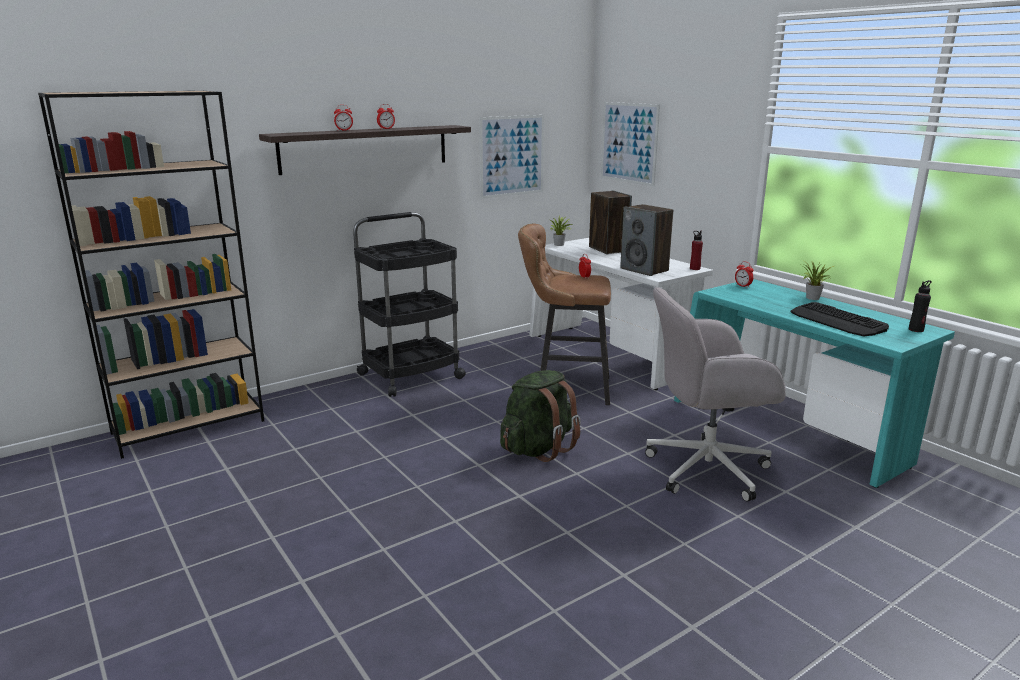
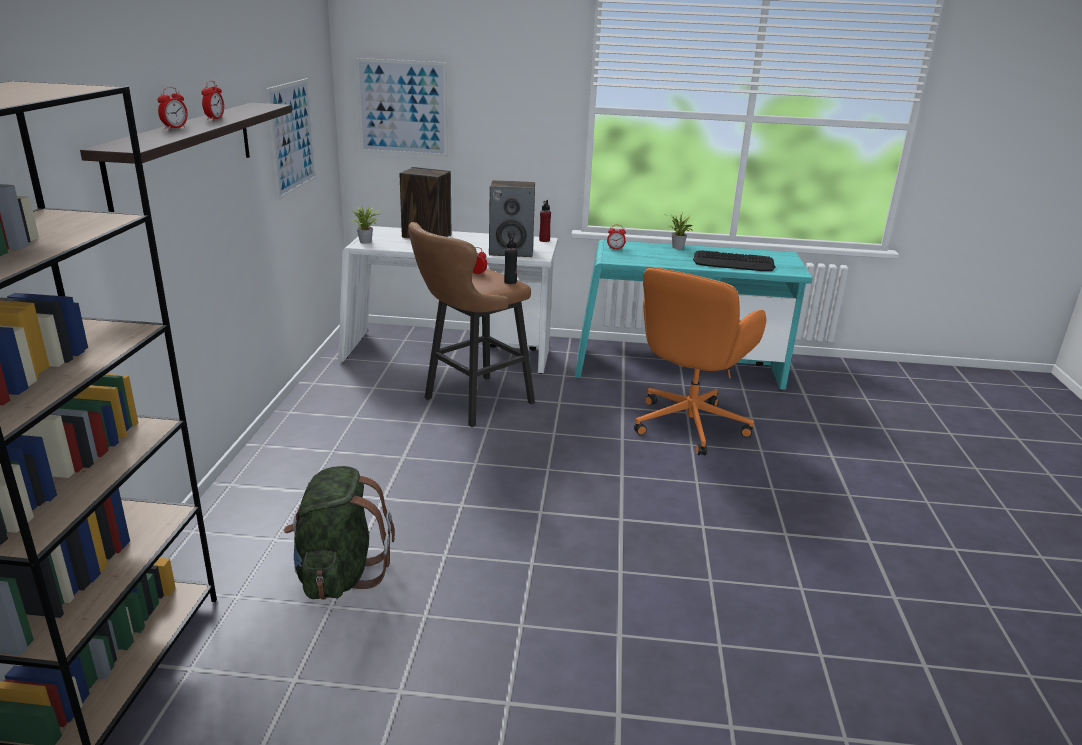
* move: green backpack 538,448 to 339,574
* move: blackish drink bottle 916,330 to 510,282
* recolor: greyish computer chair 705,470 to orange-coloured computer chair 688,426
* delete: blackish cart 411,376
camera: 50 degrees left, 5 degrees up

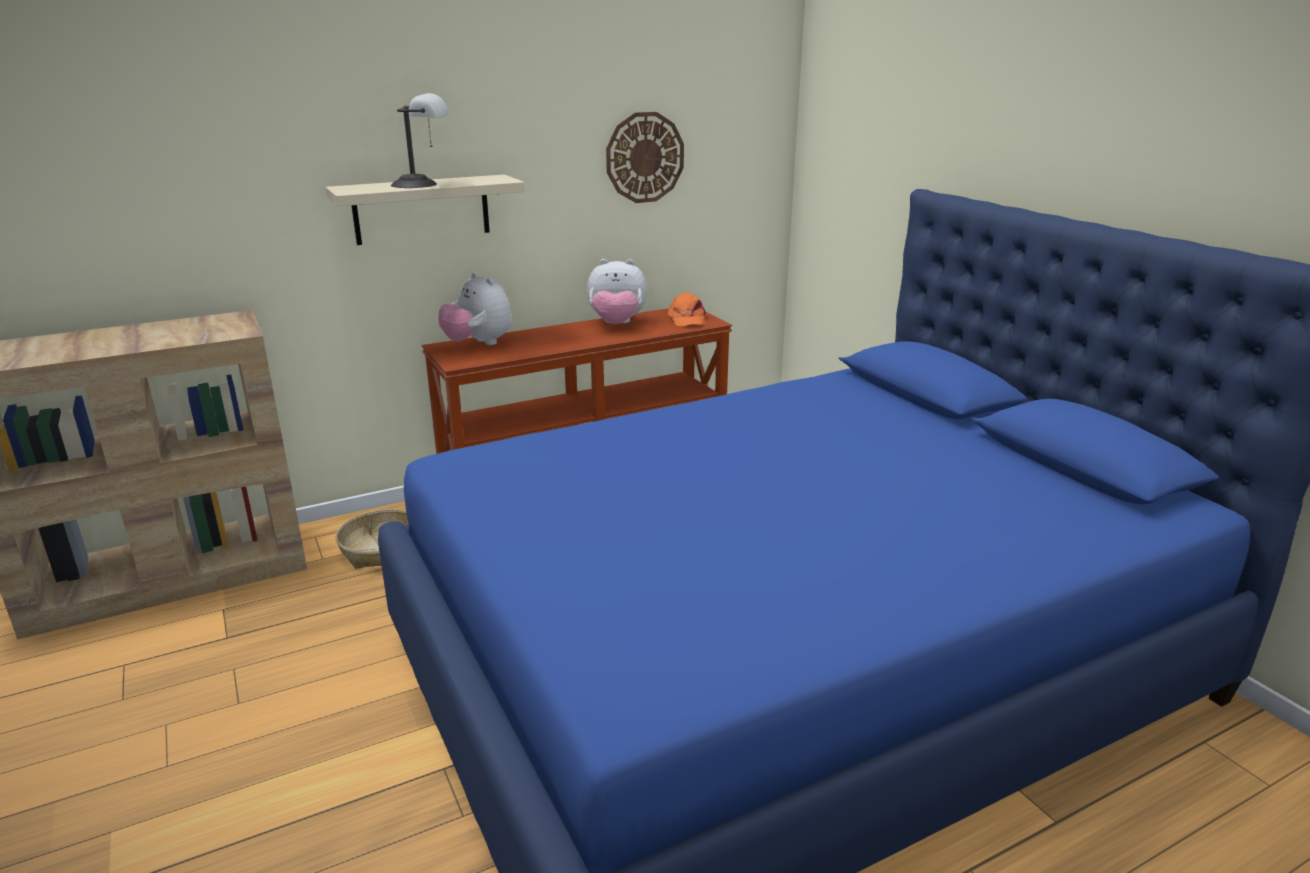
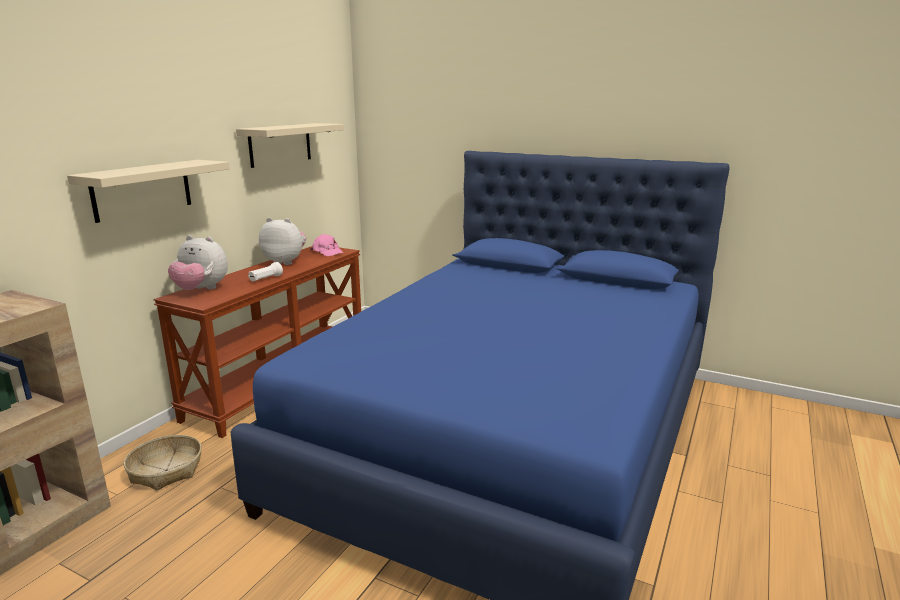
* replace: hanging clock 645,157 to sand-coloured wall shelf 280,144
* insert: white hand torch 265,279
* rotate: plush toy 616,324 = 285,262 135 degrees counterclockwise
* recolor: orange-coloured cap 686,319 to pink cap 327,252
* delete: tabletop lamp 424,184
camera: 35 degrees left, 5 degrees down

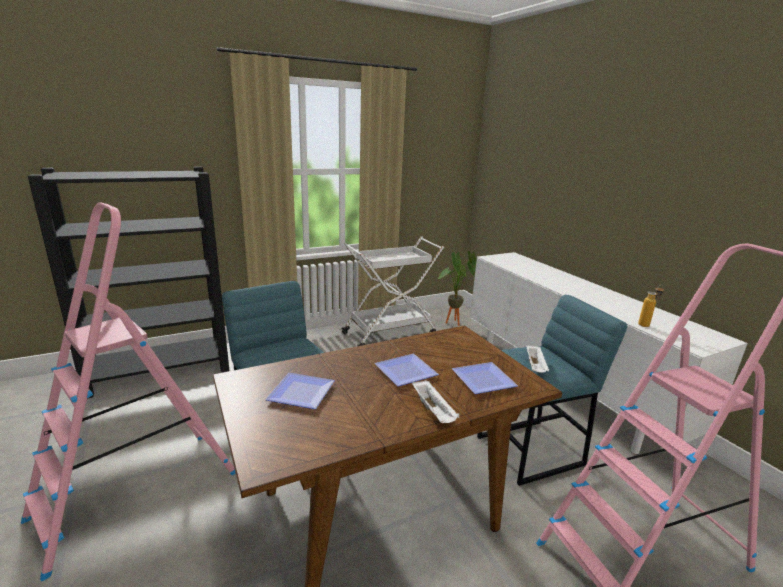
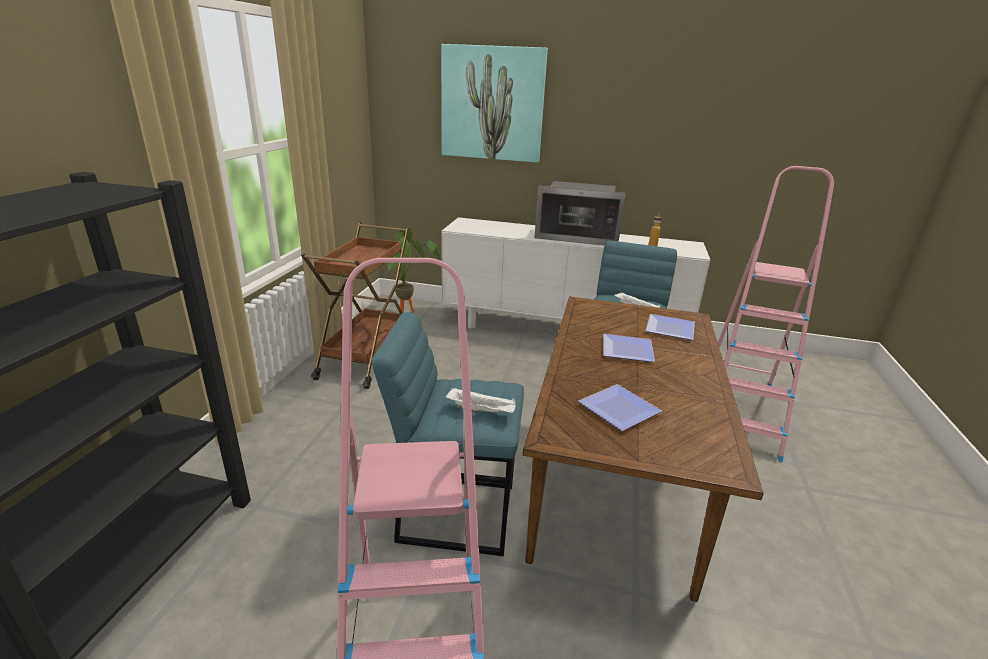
* recolor: white cart 389,335 to brown cart 367,357
* insert: wall picture 492,104
* move: white carrying tray 434,411 to 482,411
* insert: microwave 577,236
camera: 50 degrees left, 5 degrees up

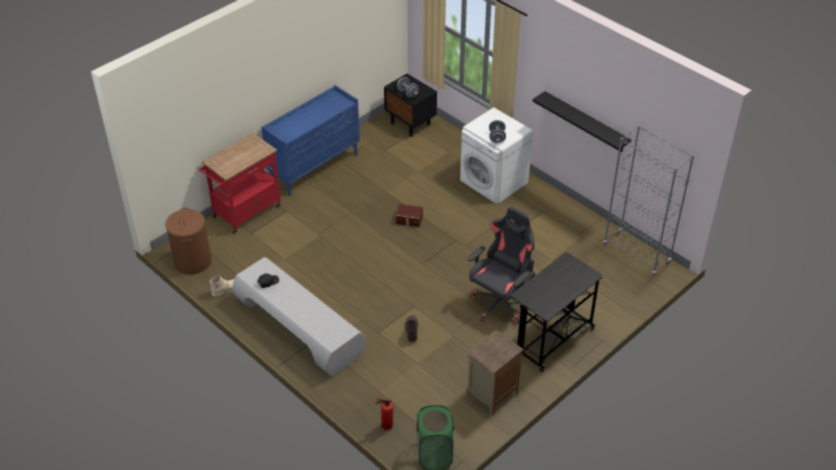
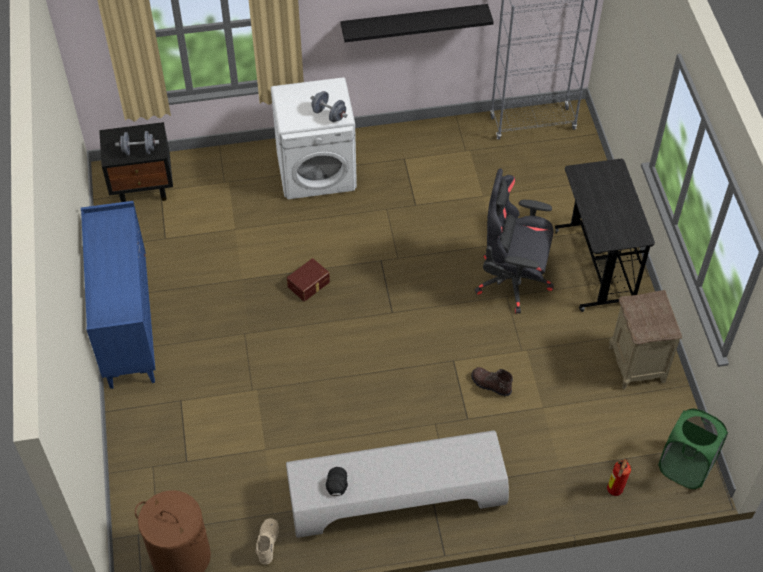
* rotate: blackish computer chair 499,305 = 513,281 60 degrees counterclockwise
* delete: red-coloured cart 245,212
camera: 55 degrees left, 10 degrees up

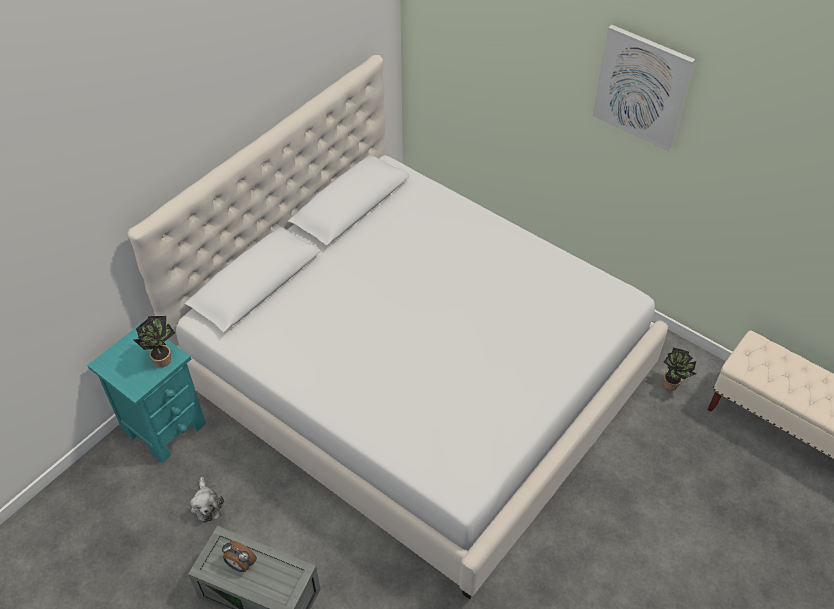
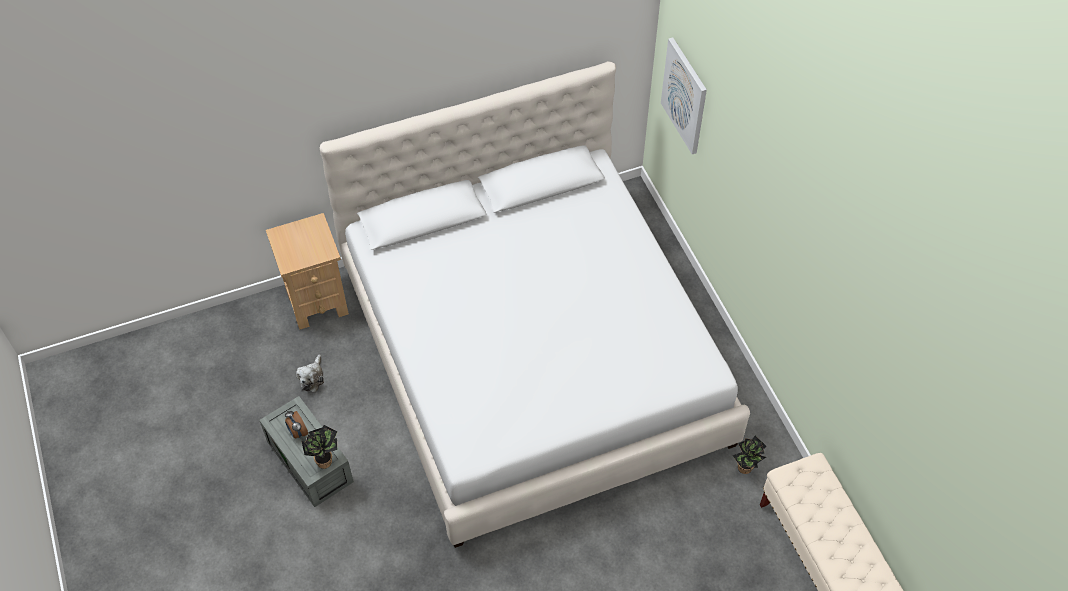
* recolor: turquoise-coloured nightstand 166,427 to sand-coloured nightstand 318,303
* move: houseplant 162,358 to 325,459
* move: wall picture 642,87 to 685,95
camera: 30 degrees right, 5 degrees up

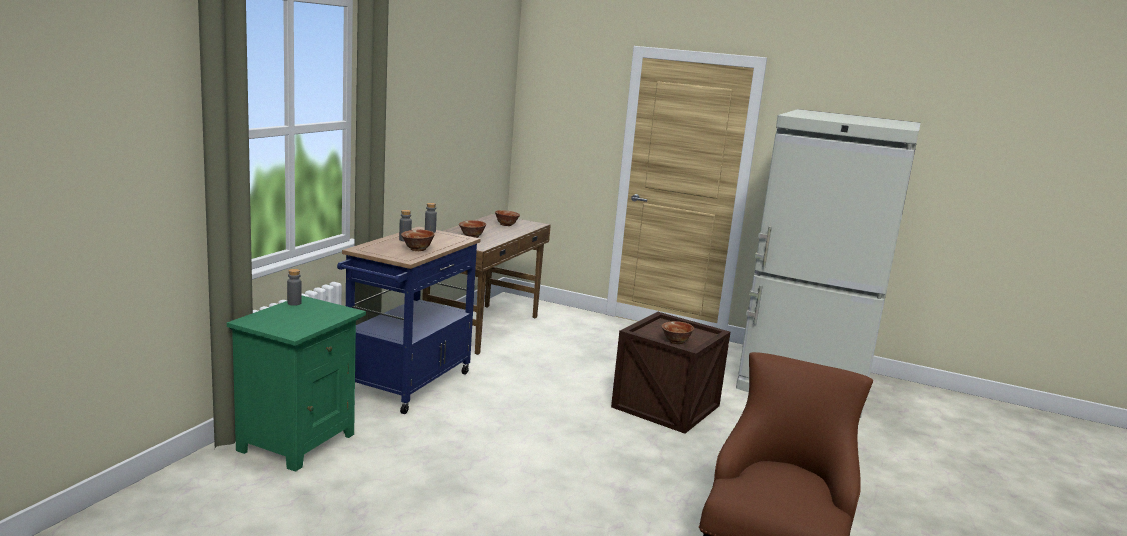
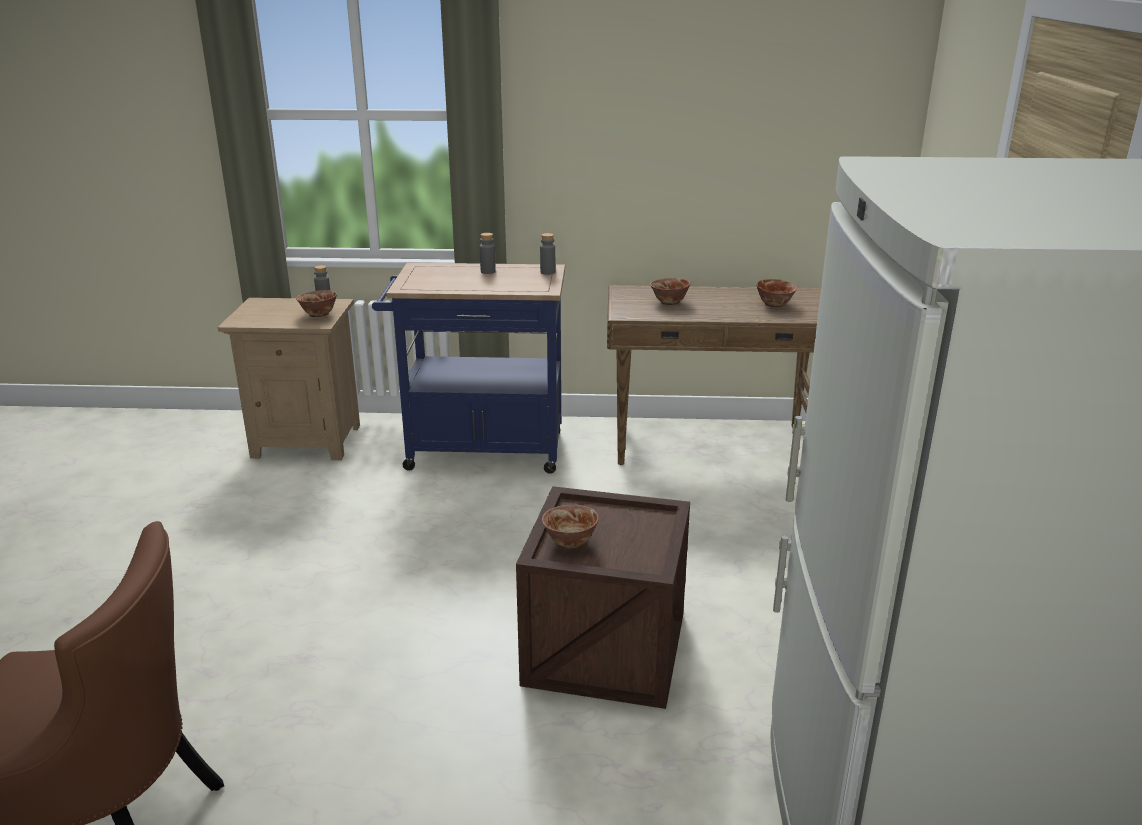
* recolor: green nightstand 300,442 to sand-coloured nightstand 307,442
* move: bowl 417,249 to 318,314
camera: 70 degrees right, 10 degrees up

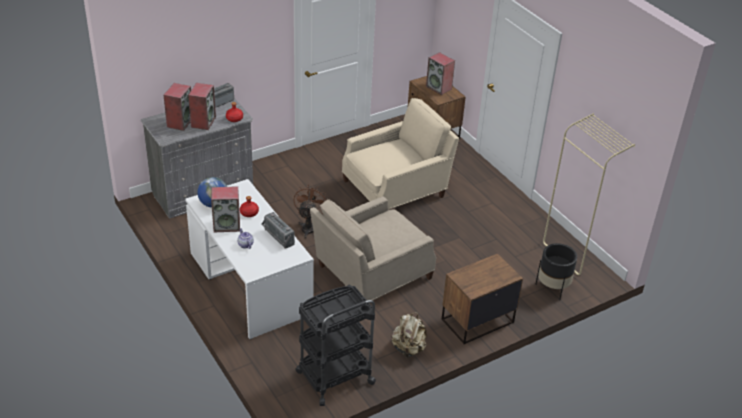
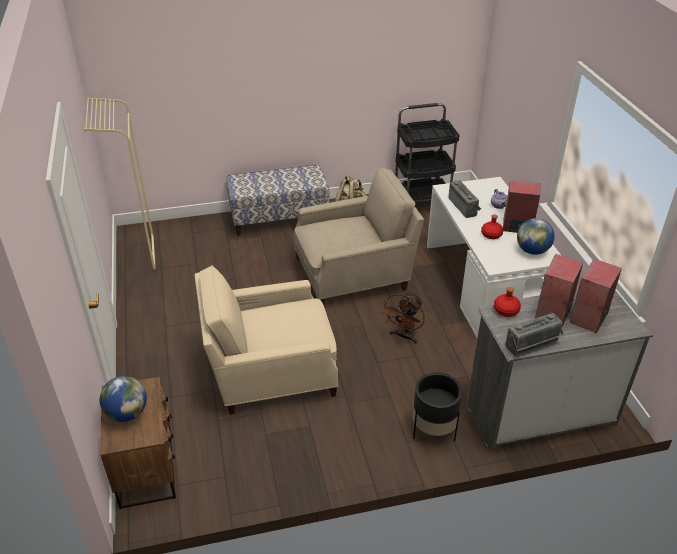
* replace: audio speaker 439,88 to desk globe 127,413
* replace: brown nightstand 476,321 to indoor bench 279,218
* move: blackish plant pot 553,288 to 433,430
camera: 160 degrees left, 0 degrees up

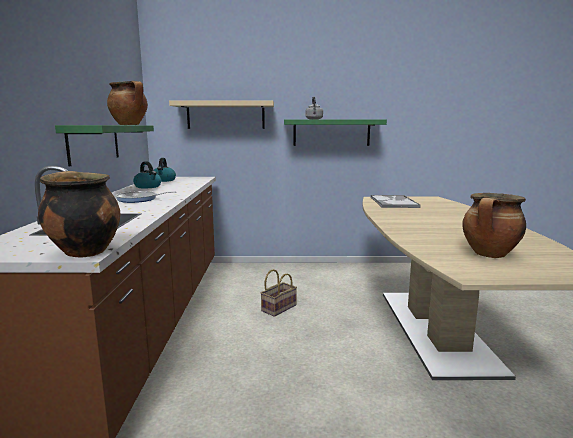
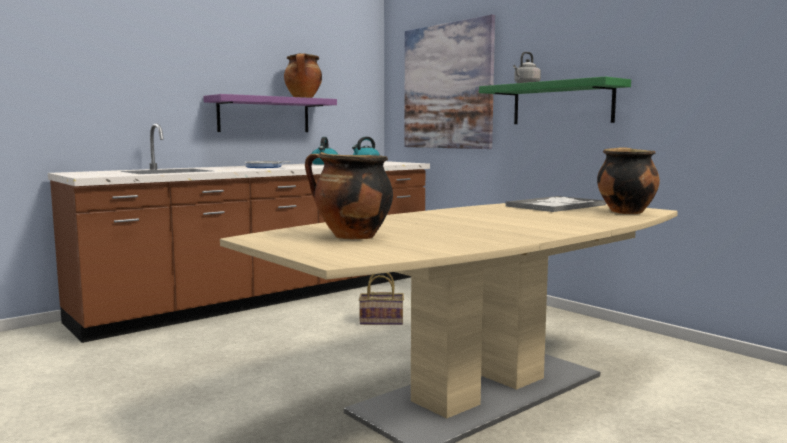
* recolor: green wall shelf 94,143 to purple wall shelf 264,115
* replace: sand-coloured wall shelf 225,115 to wall picture 447,86
* move: cooking pot 83,252 to 625,212
camera: 50 degrees right, 5 degrees down

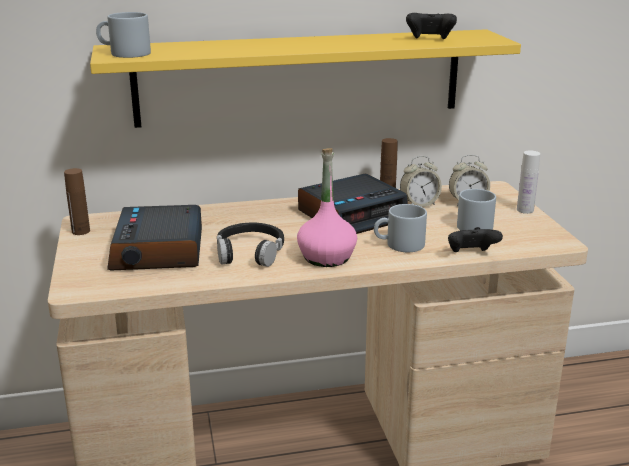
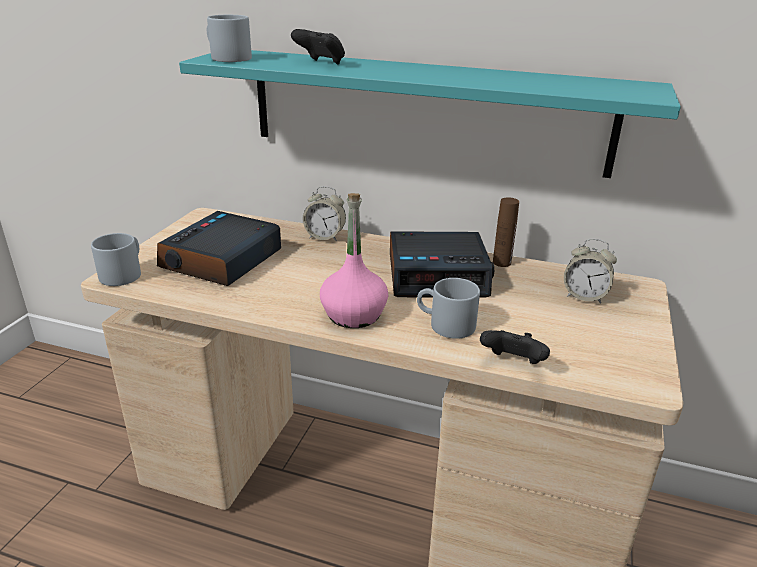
* move: greyish mug 471,225 to 123,273
* recolor: yellow-coloured wall shelf 300,77 to turquoise-coloured wall shelf 425,111
* move: blackish game controller 430,40 to 321,63
* move: alarm clock 419,204 to 325,237
* delete: brown drink bottle 81,231
* delete: blackish headset 250,253
* delete: white drink bottle 525,210
camera: 30 degrees right, 5 degrees up

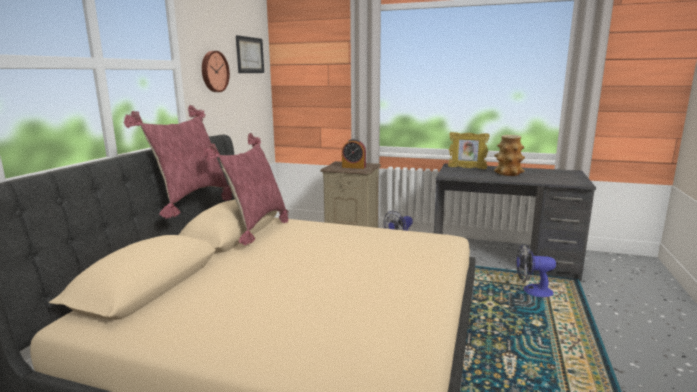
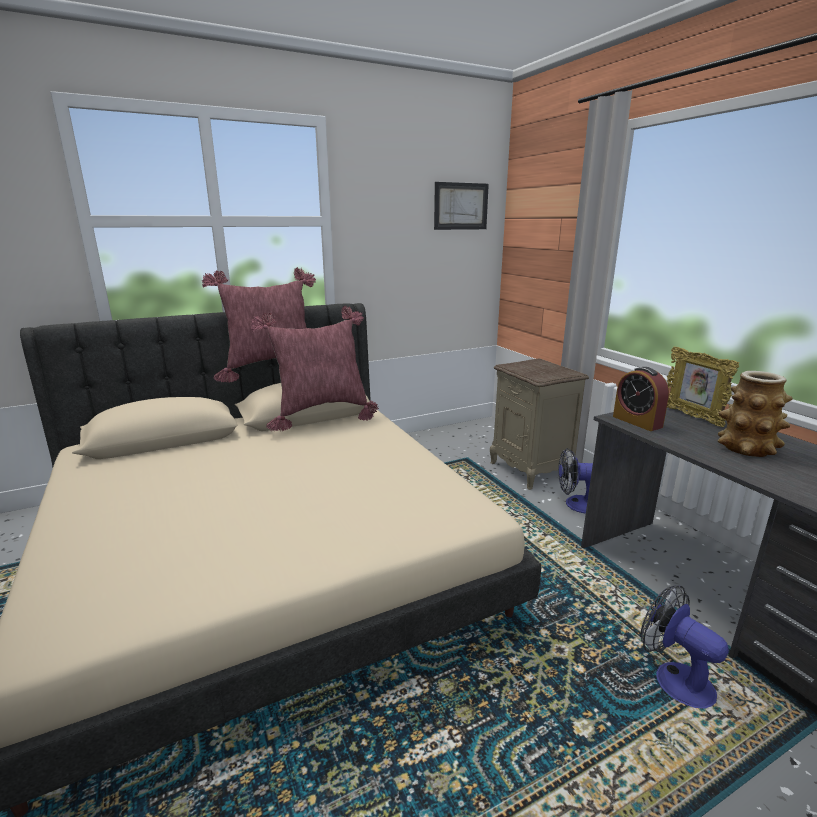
* move: alarm clock 354,167 to 637,421
* delete: hanging clock 214,71
camera: 45 degrees right, 5 degrees up

